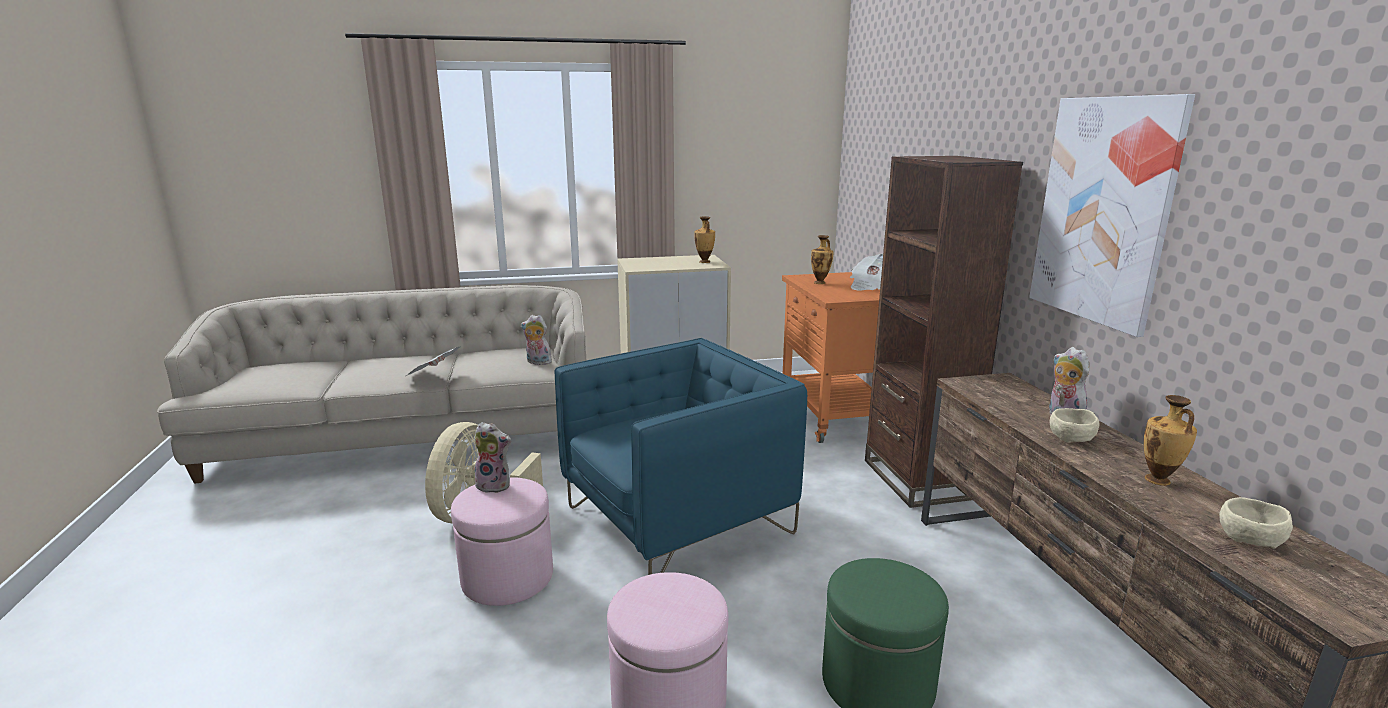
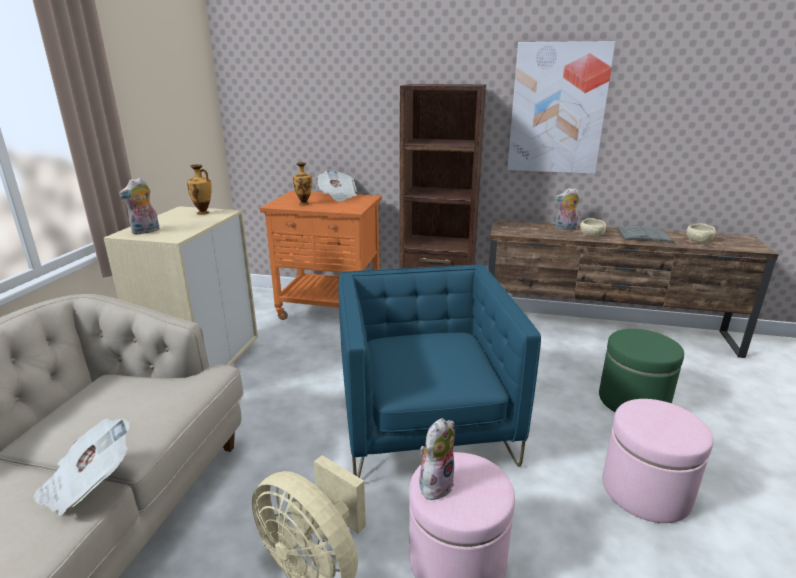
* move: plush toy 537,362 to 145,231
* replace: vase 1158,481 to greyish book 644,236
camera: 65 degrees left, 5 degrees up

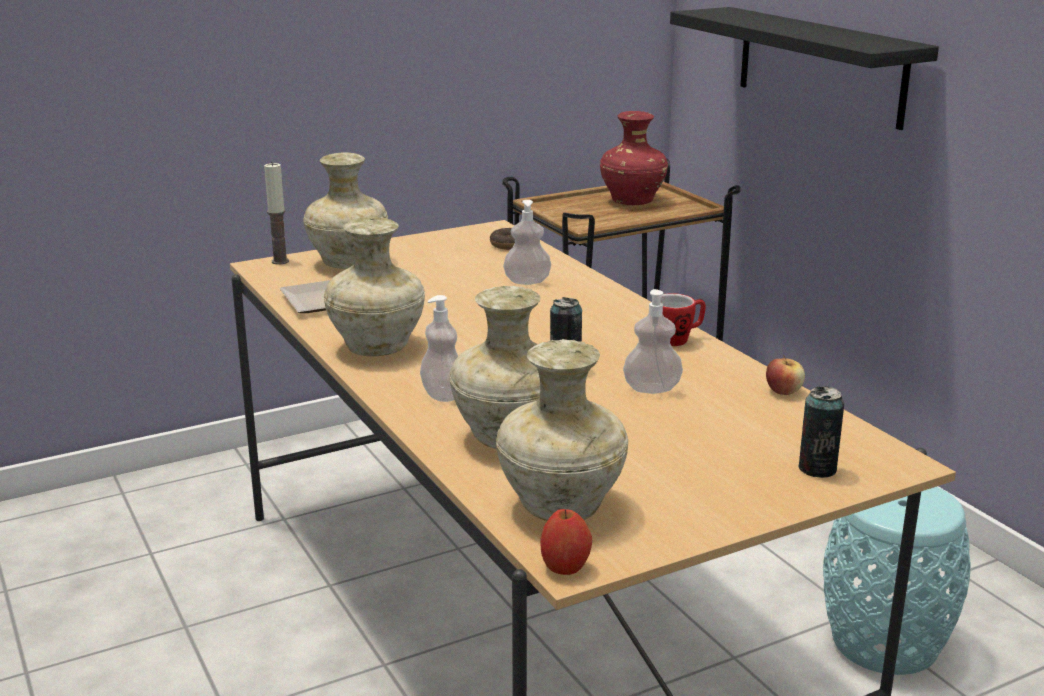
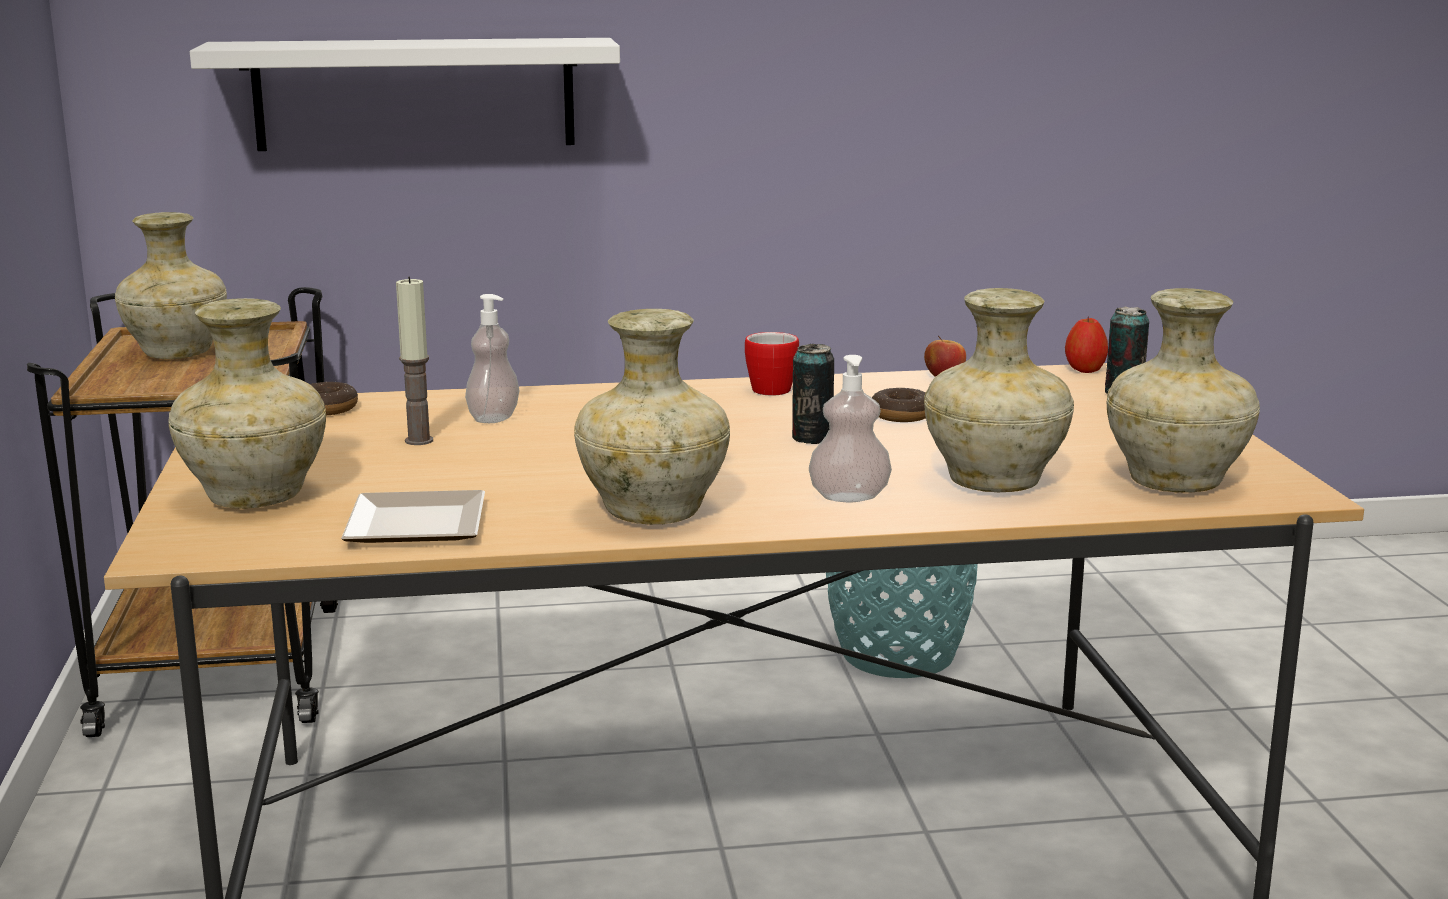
* recolor: red-coloured vase 631,201 to sand-coloured vase 176,354
* recolor: blackish wall shelf 820,65 to white wall shelf 415,94
* move: candle 280,261 to 419,441
* replace: soap dispenser 652,389 to ring doughnut 901,415
* move: apple fruit 565,567 to 1085,370
camera: 70 degrees left, 5 degrees down

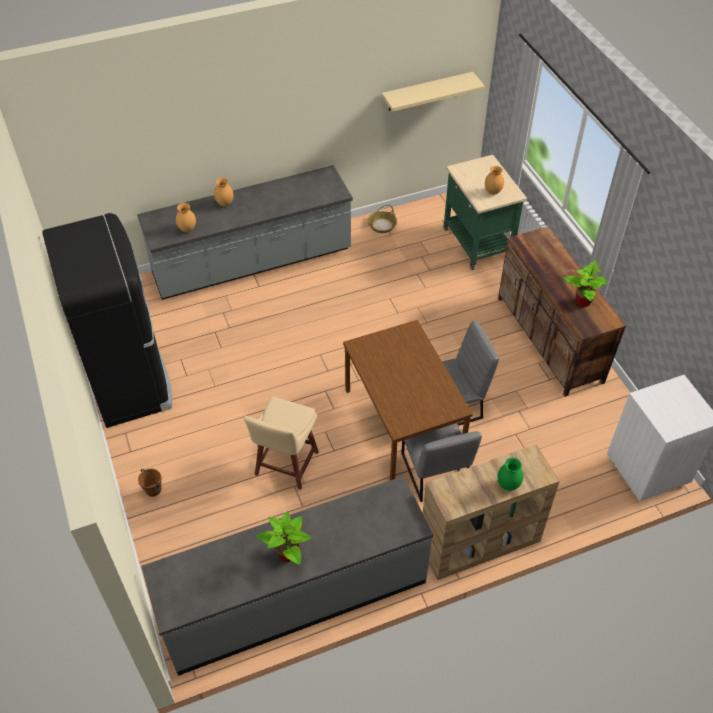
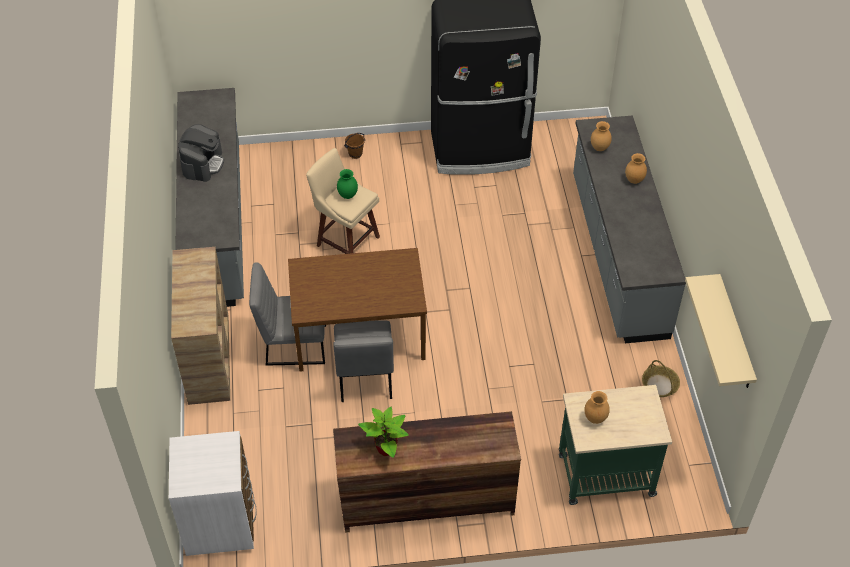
* replace: houseplant 288,554 to coffee maker 202,163
* move: green vase 508,485 to 347,195
camera: 105 degrees right, 0 degrees up

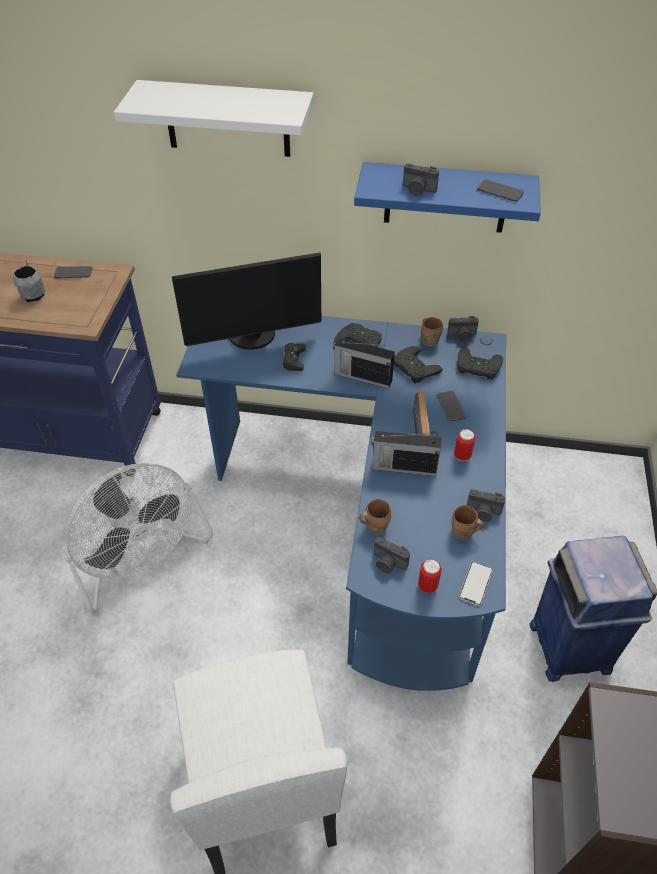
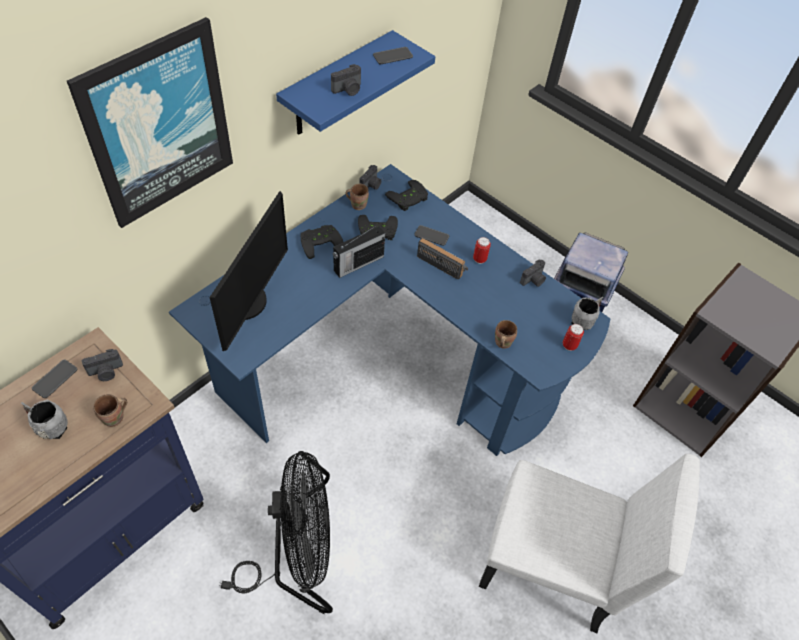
* replace: white wall shelf 227,119 to wall picture 158,125
* move: still camera 388,563 to 106,372
* move: brown mug 463,533 to 115,418
* recolor: white fan 135,561 to blackish fan 296,552
* replace: telephone 475,584 to greyish mug 584,320
* delete: blackish game controller 294,360
* delete: radio receiver 403,467
camera: 60 degrees left, 5 degrees up

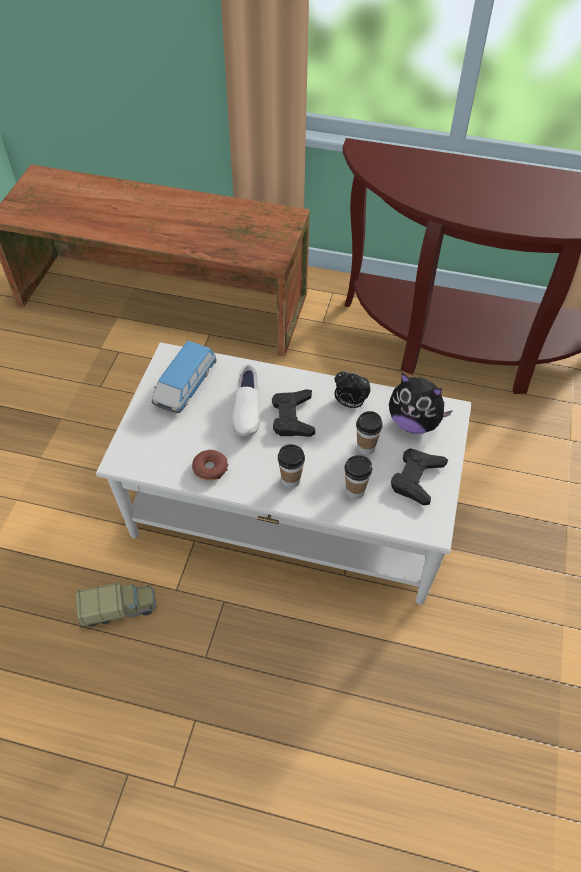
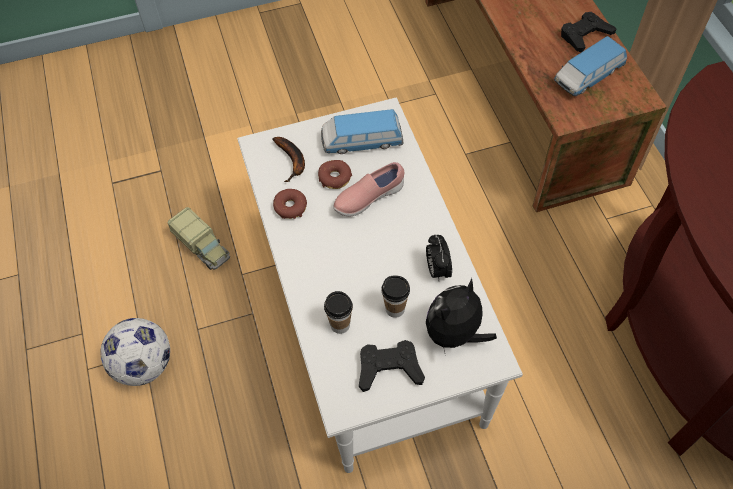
* insert: football ball 143,365
* insert: banana 292,161
* insert: ring doughnut 335,178
* recolor: white item of footwear 246,411 to pink item of footwear 368,198
* rotate: plush toy 414,422 = 455,334 45 degrees clockwise
* insert: model car 588,77
* move: blackish game controller 292,417 to 584,35
* delete: cup 291,480
camera: 60 degrees right, 5 degrees up

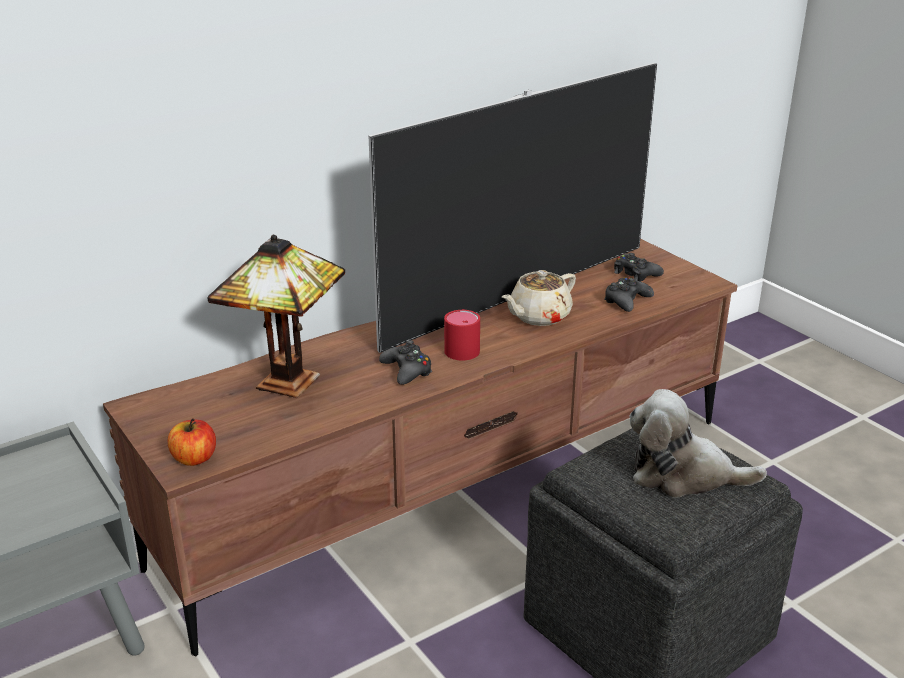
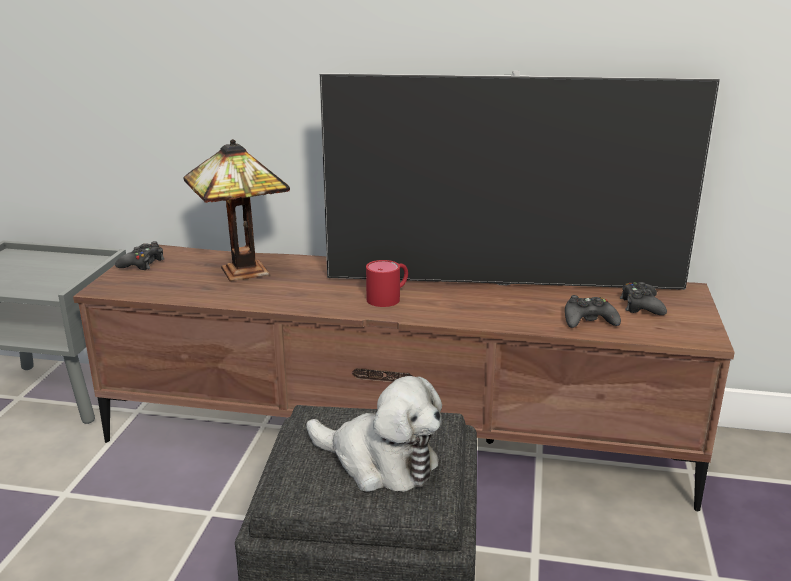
* move: blackish game controller 407,371 to 142,263
* rotate: plush toy 683,475 = 380,462 150 degrees clockwise
* delete: apple fruit 194,458
* delete: sand-coloured teapot 538,316
camera: 45 degrees right, 5 degrees down

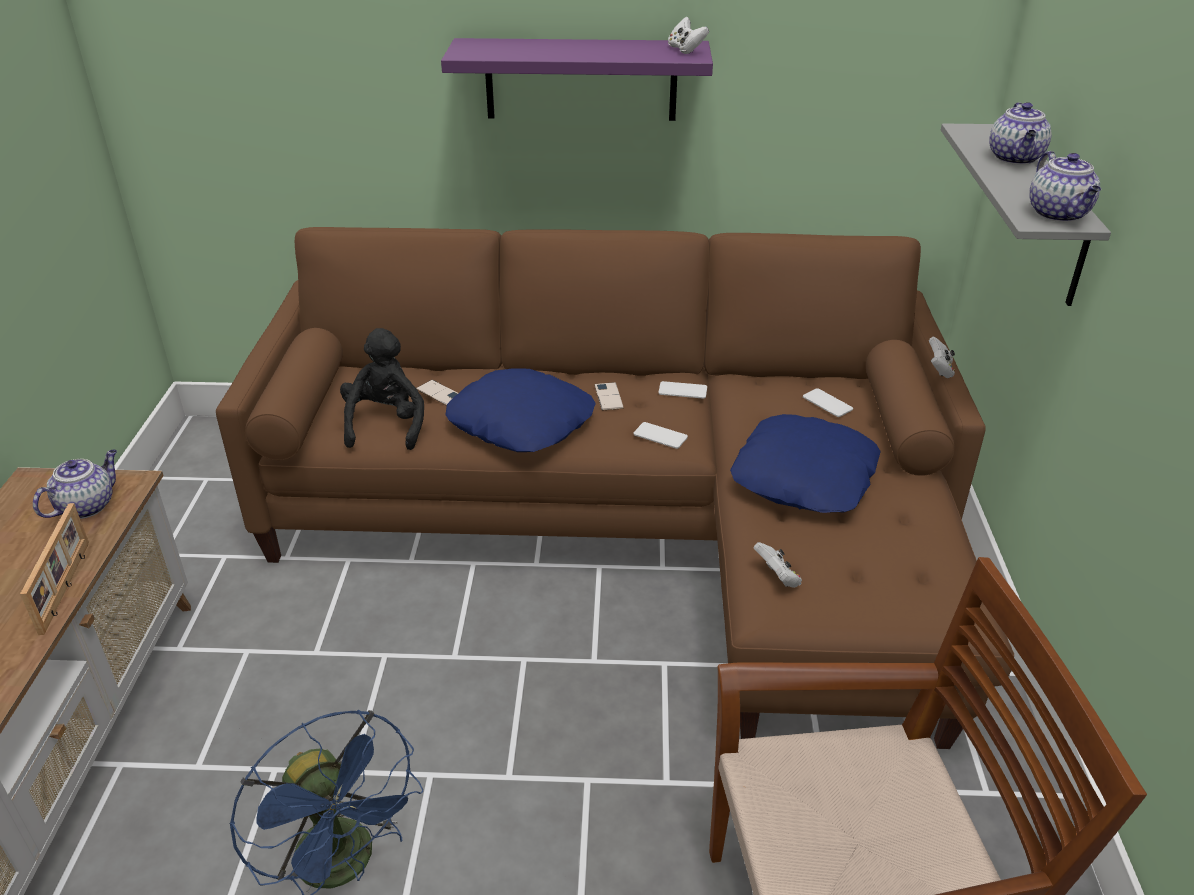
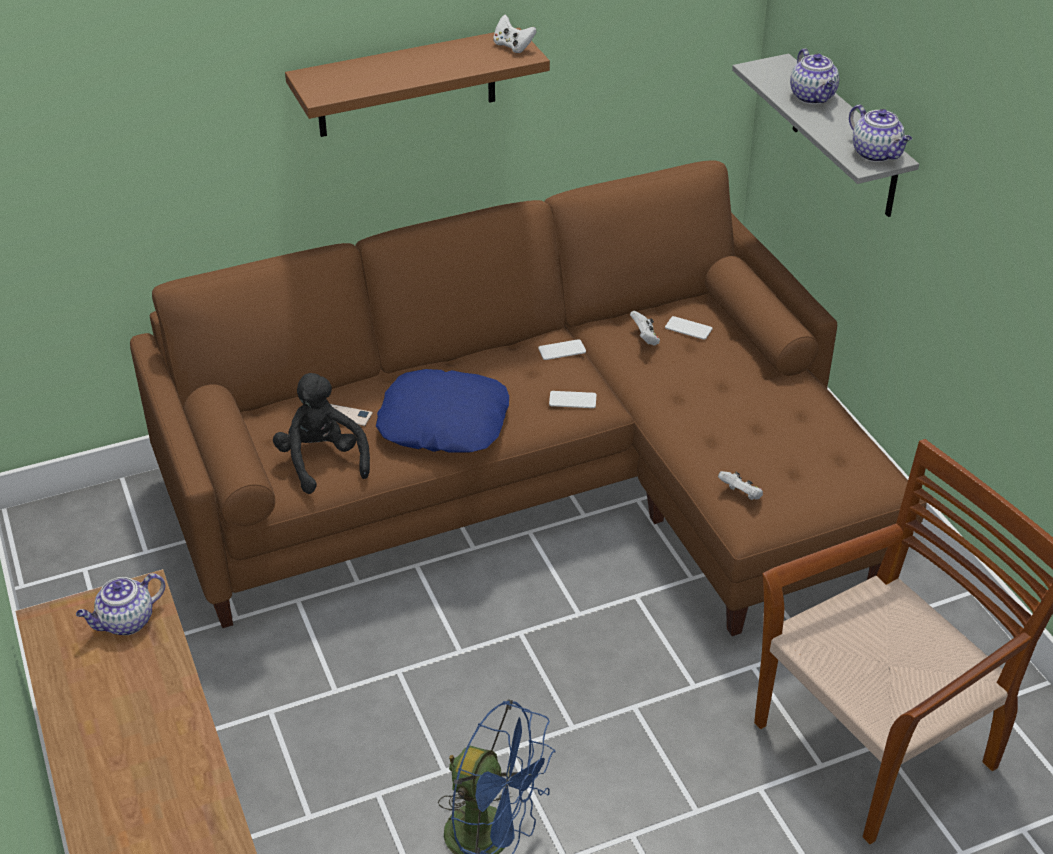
* rotate: teapot 87,505 = 126,622 135 degrees counterclockwise
* recolor: purple wall shelf 581,79 to brown wall shelf 406,83
* move: white game controller 939,370 to 645,338
* delete: picture frame 67,586
* delete: telephone 608,397
* delete: bluish pillow 805,477
camera: 25 degrees left, 5 degrees up

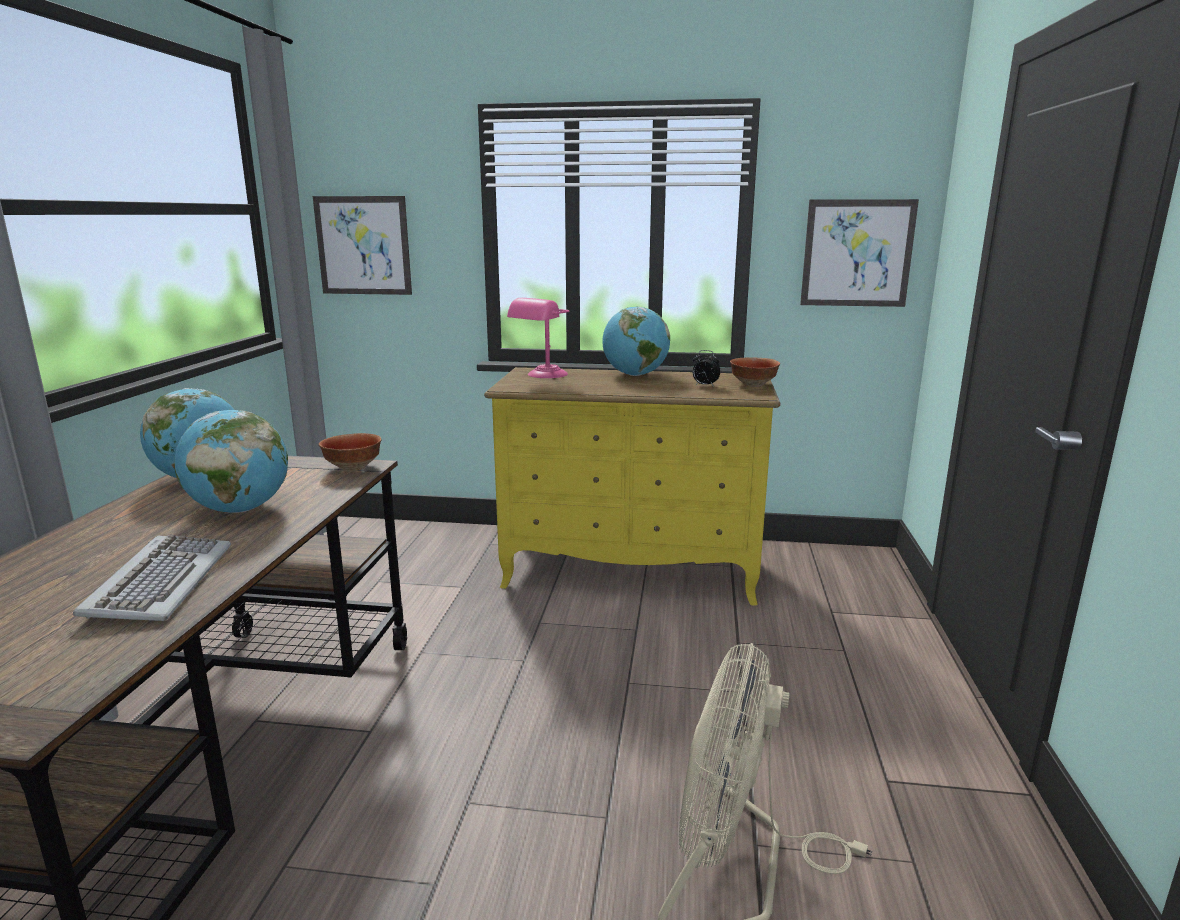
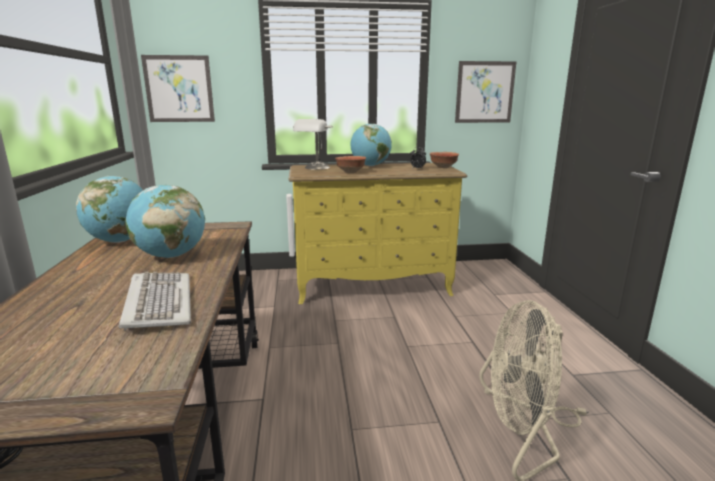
* recolor: pink tabletop lamp 543,375 to white tabletop lamp 315,168
* move: bowl 352,468 to 350,172
camera: 15 degrees left, 0 degrees up

